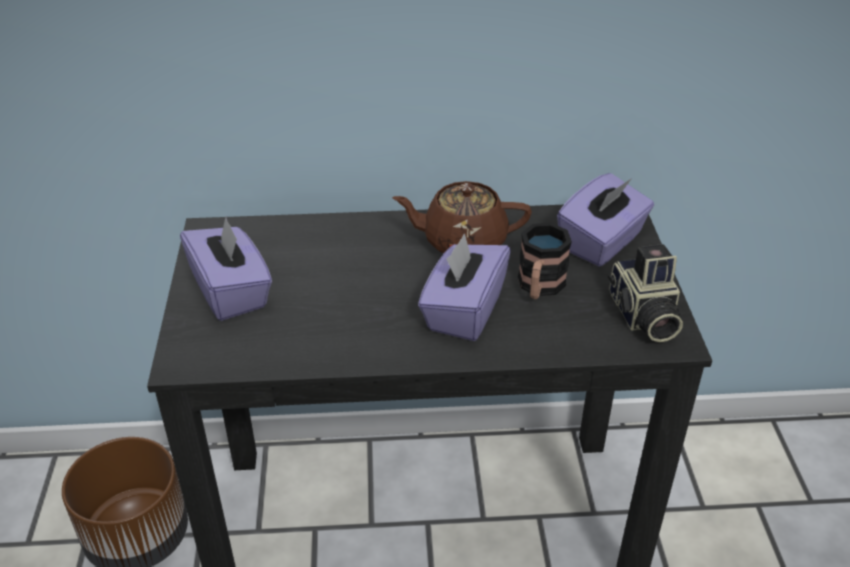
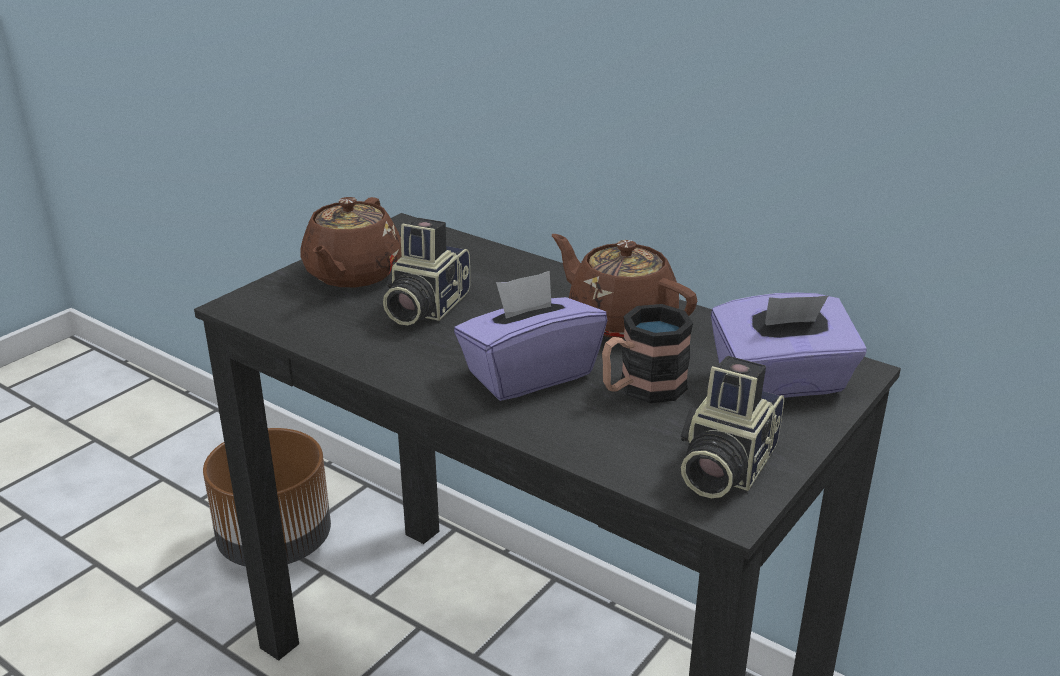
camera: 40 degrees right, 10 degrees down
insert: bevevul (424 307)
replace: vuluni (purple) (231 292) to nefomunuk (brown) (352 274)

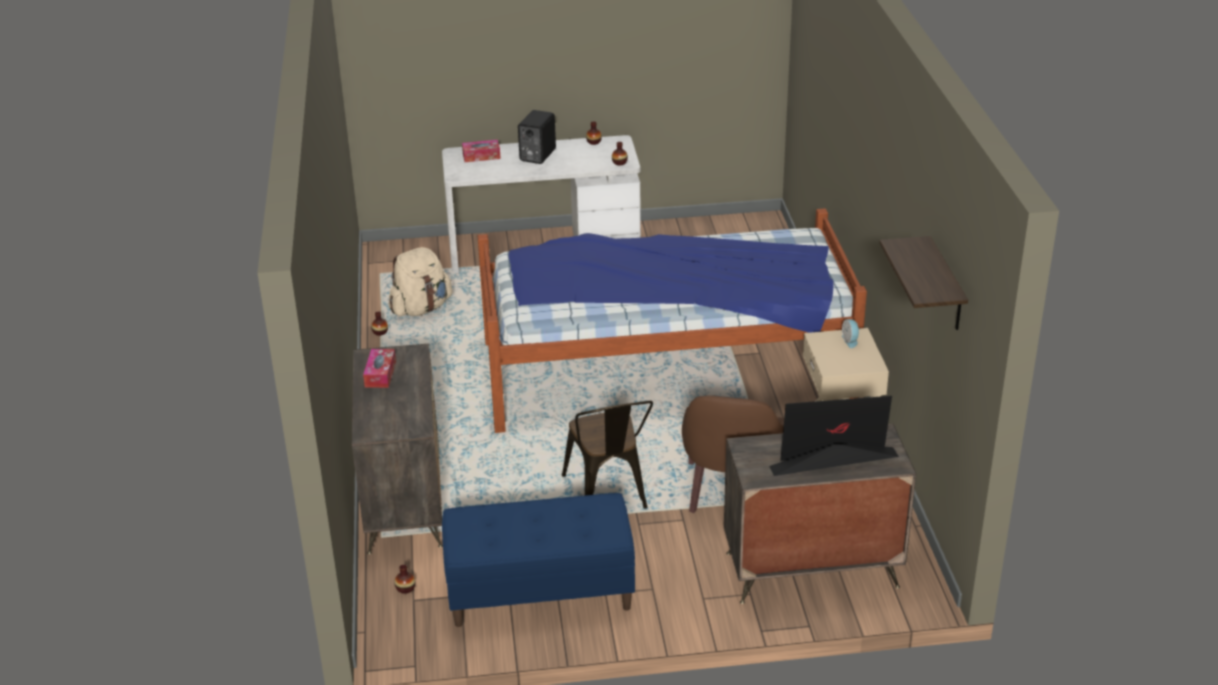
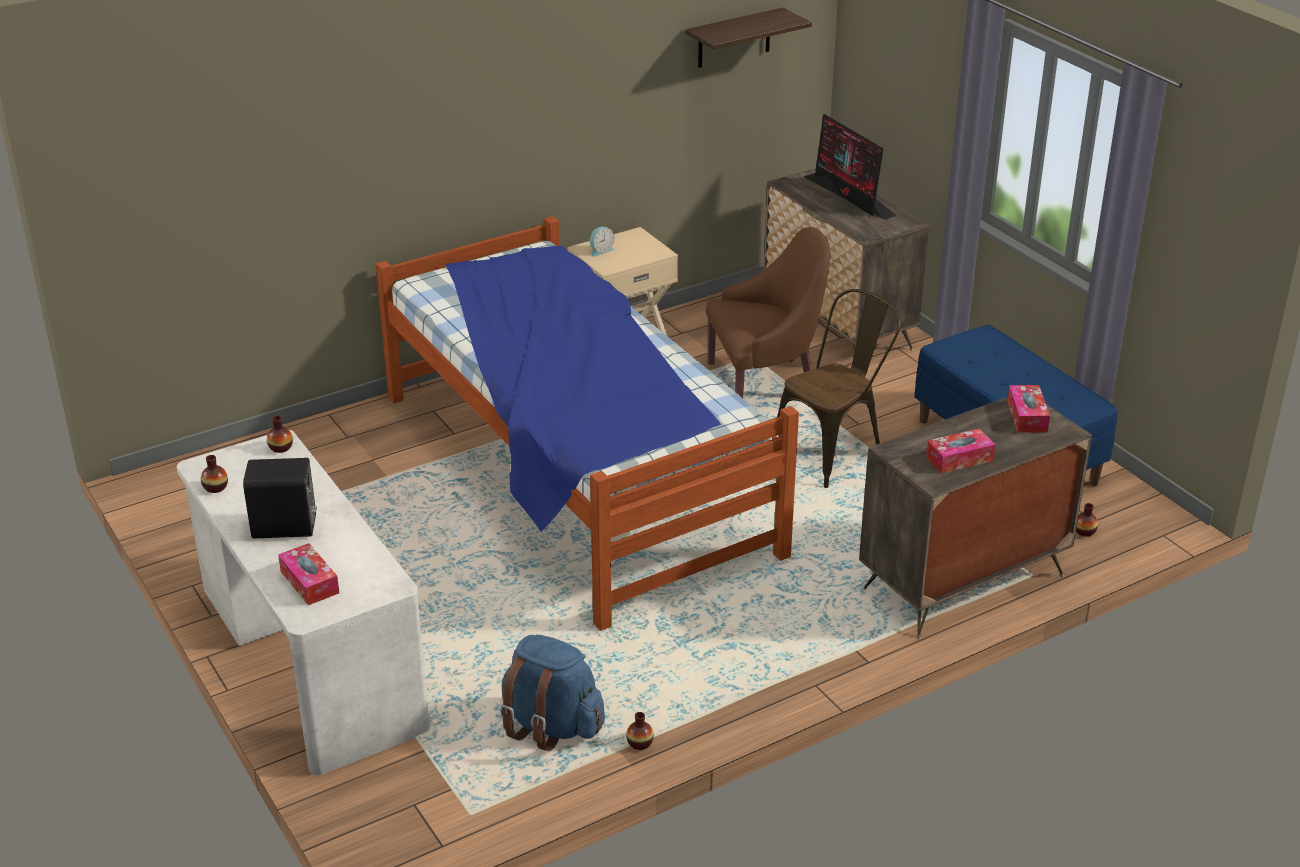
camera: 115 degrees left, 0 degrees up
insert: vuluni (1027 416)
recolor: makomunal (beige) (421 308) to makomunal (blue) (551 725)

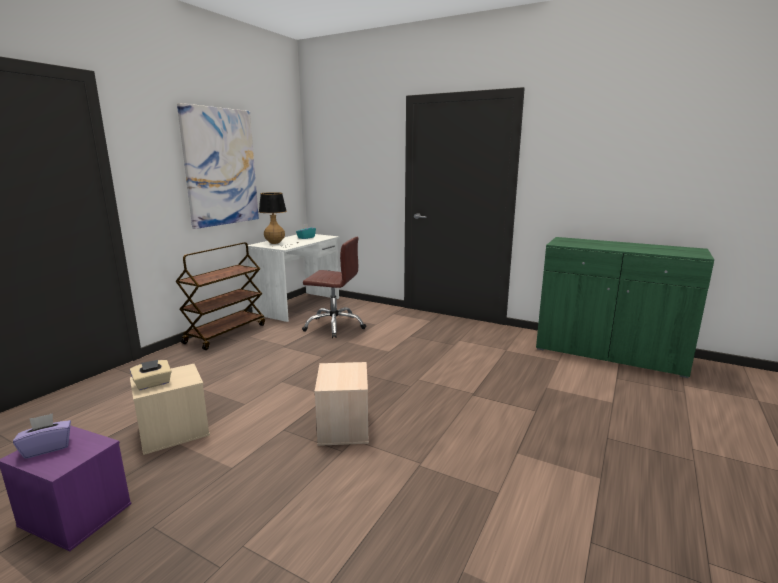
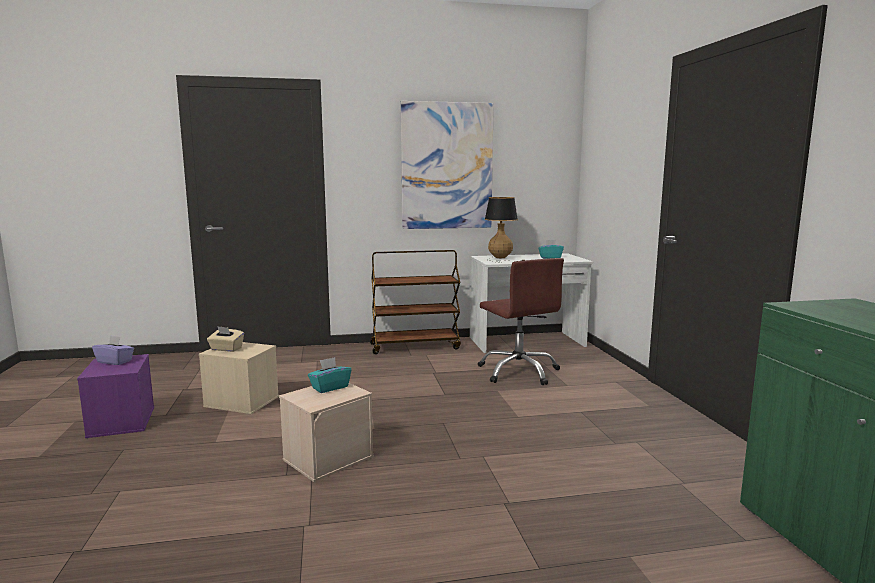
camera: 50 degrees right, 5 degrees down
insert: vuluni (turquoise) (330 387)

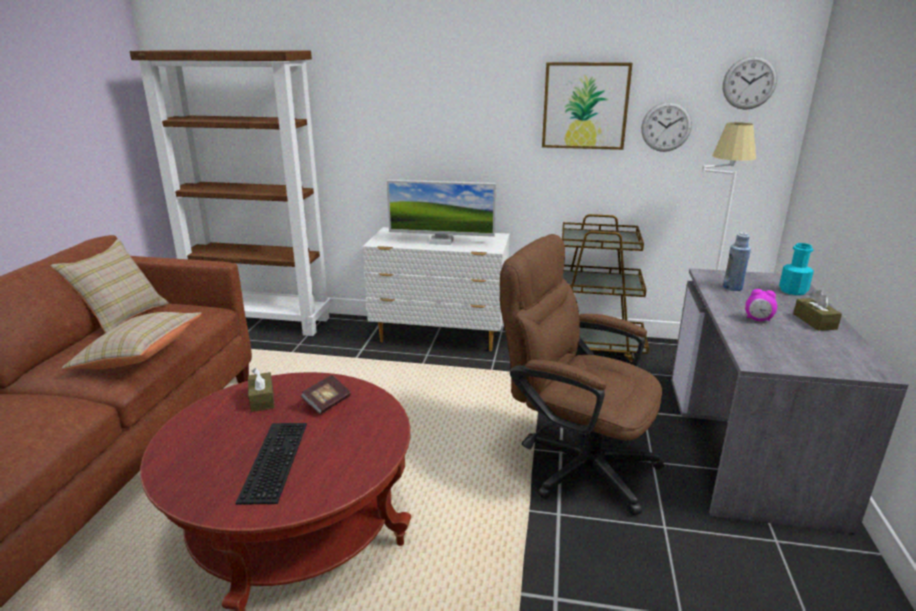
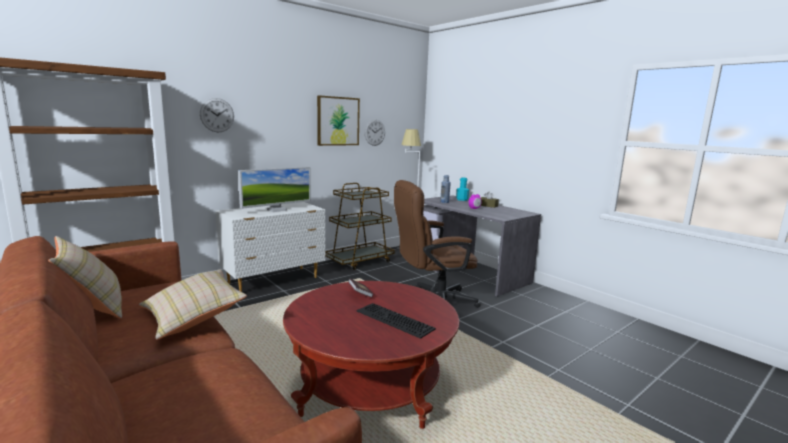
camera: 50 degrees left, 10 degrees down
delete: vuluni (brown) (262 399)
move: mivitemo (749 82) to (217 115)

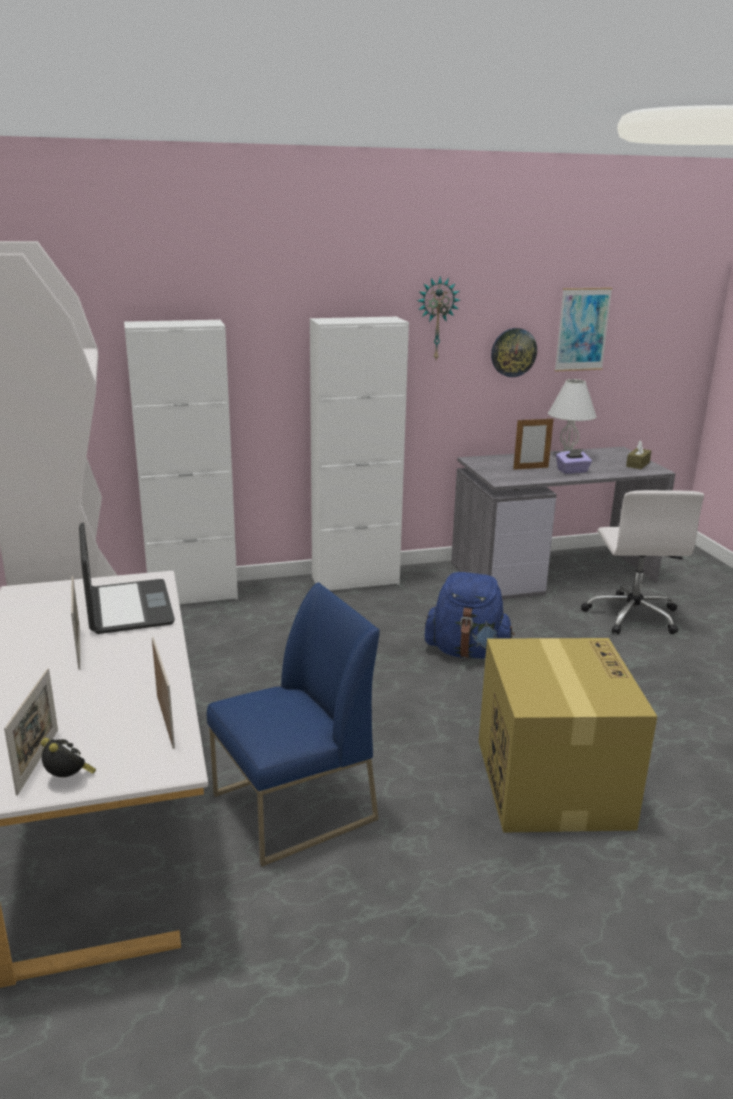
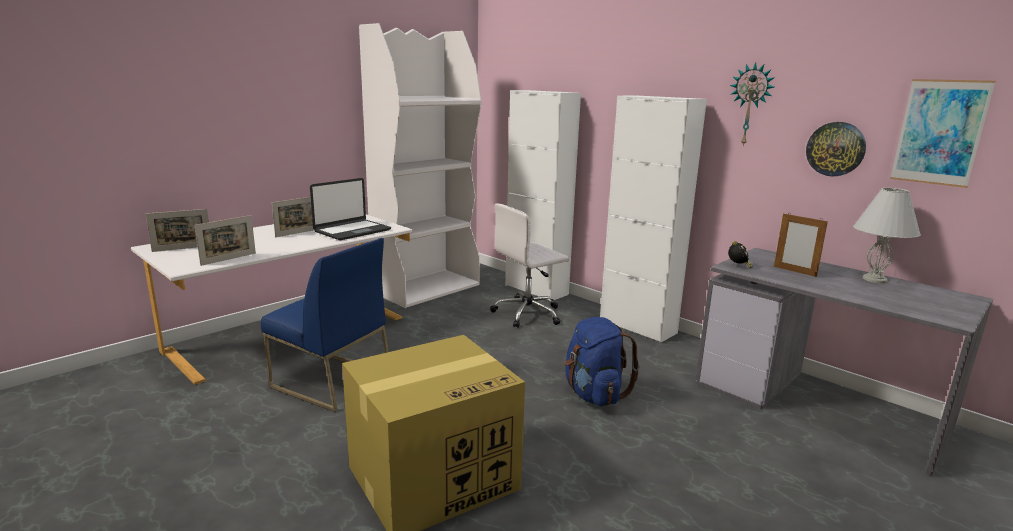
camera: 60 degrees right, 5 degrees down
delete: vuluni (purple) (572 471); vuluni (brown) (637 464)
move: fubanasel (69 779) to (738 266); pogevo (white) (632 615) to (528 313)

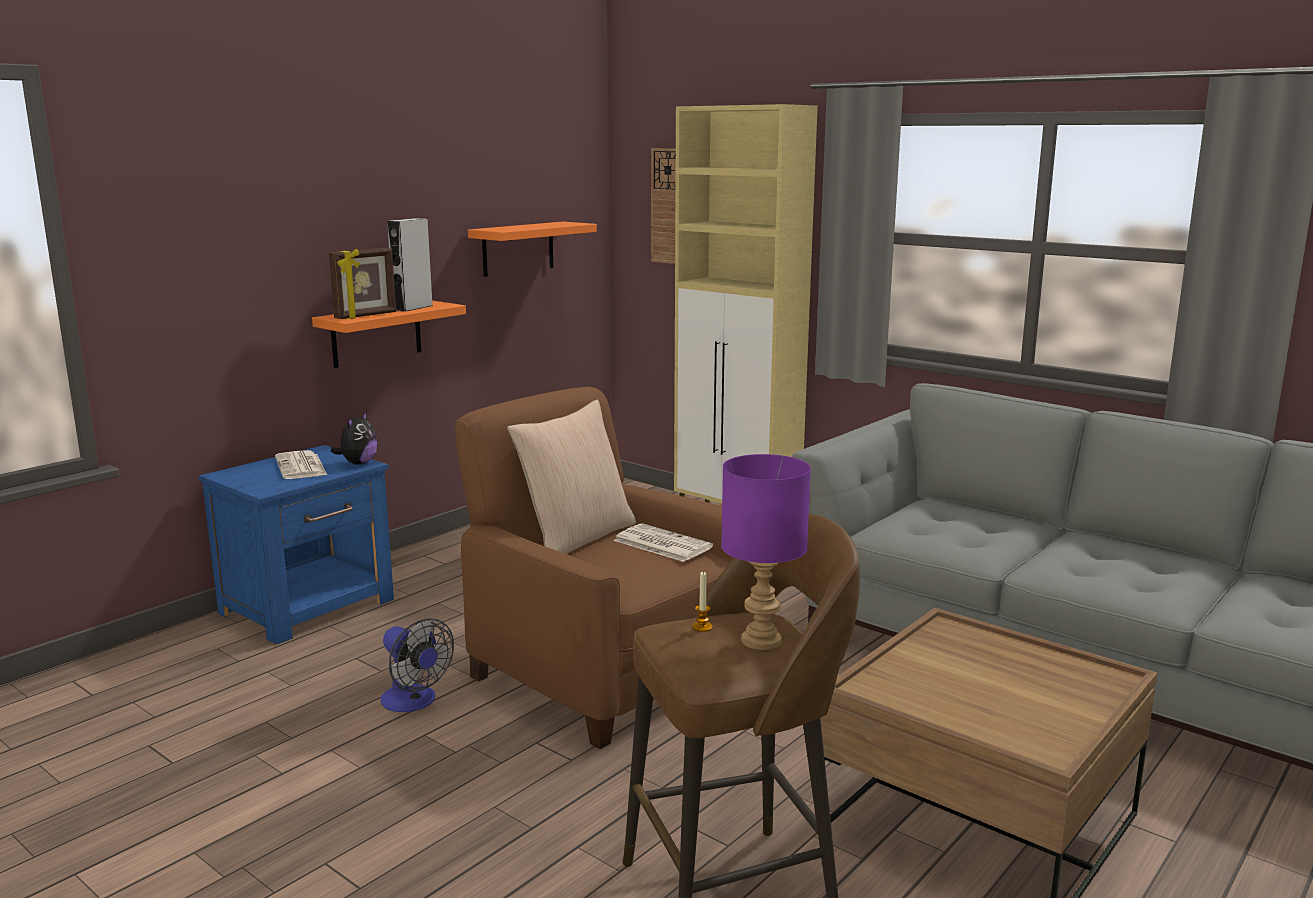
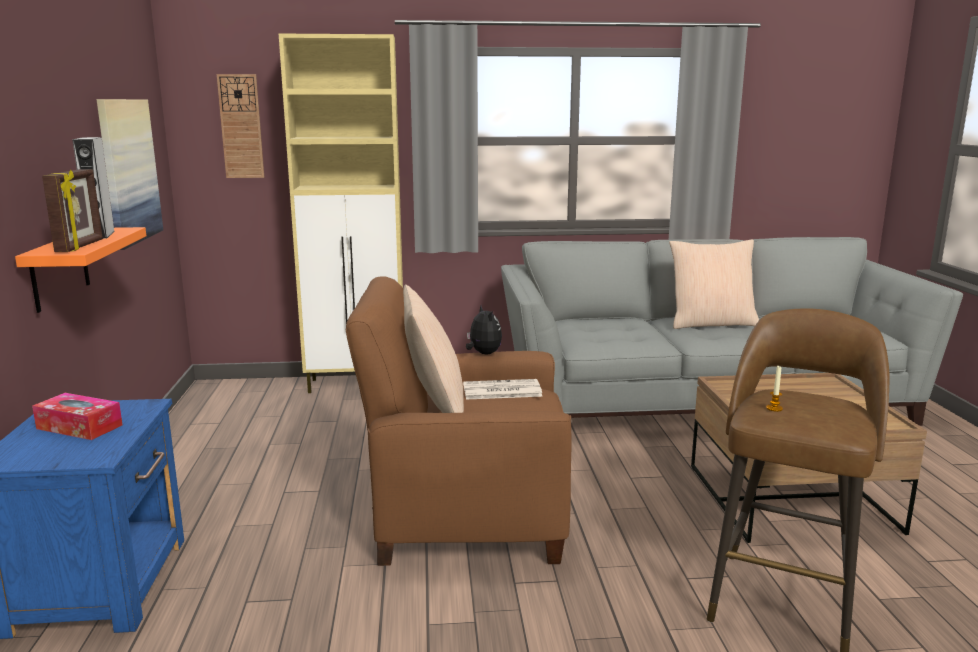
camera: 45 degrees left, 0 degrees up
delete: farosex (414 702); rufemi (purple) (762 640)
insert: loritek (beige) (711 323)
move: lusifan (358 463) to (483 353)
replace: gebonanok (301 467) to vuluni (79 427); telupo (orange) (518 248) to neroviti (128 171)

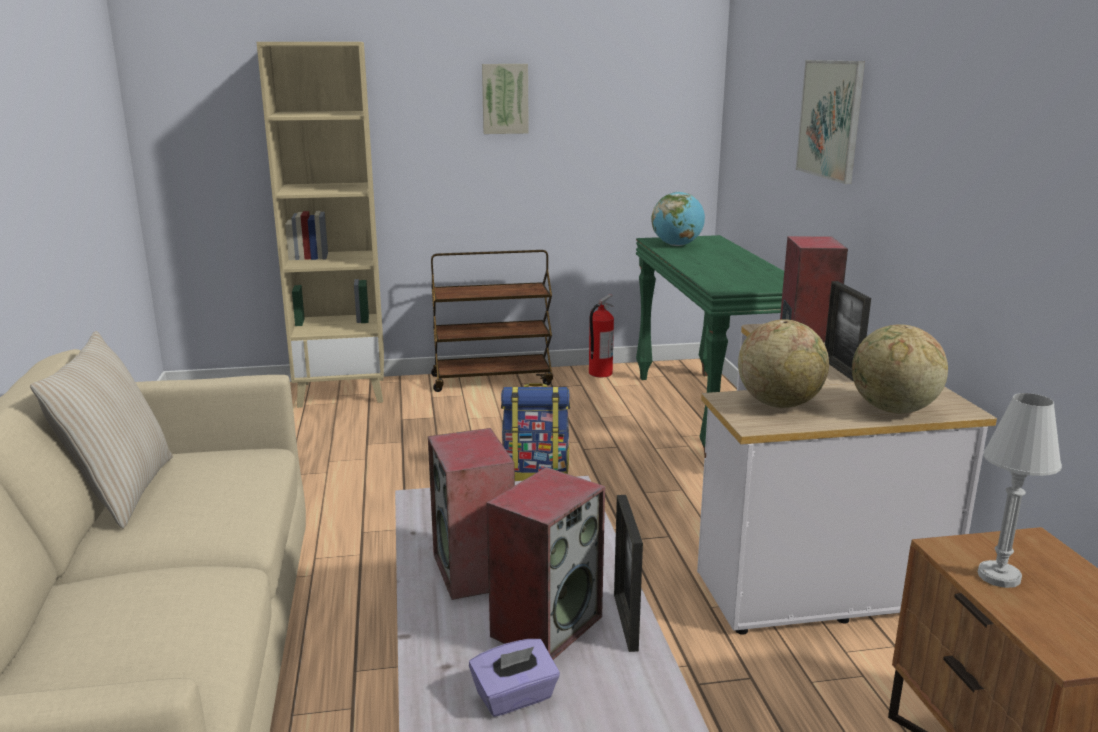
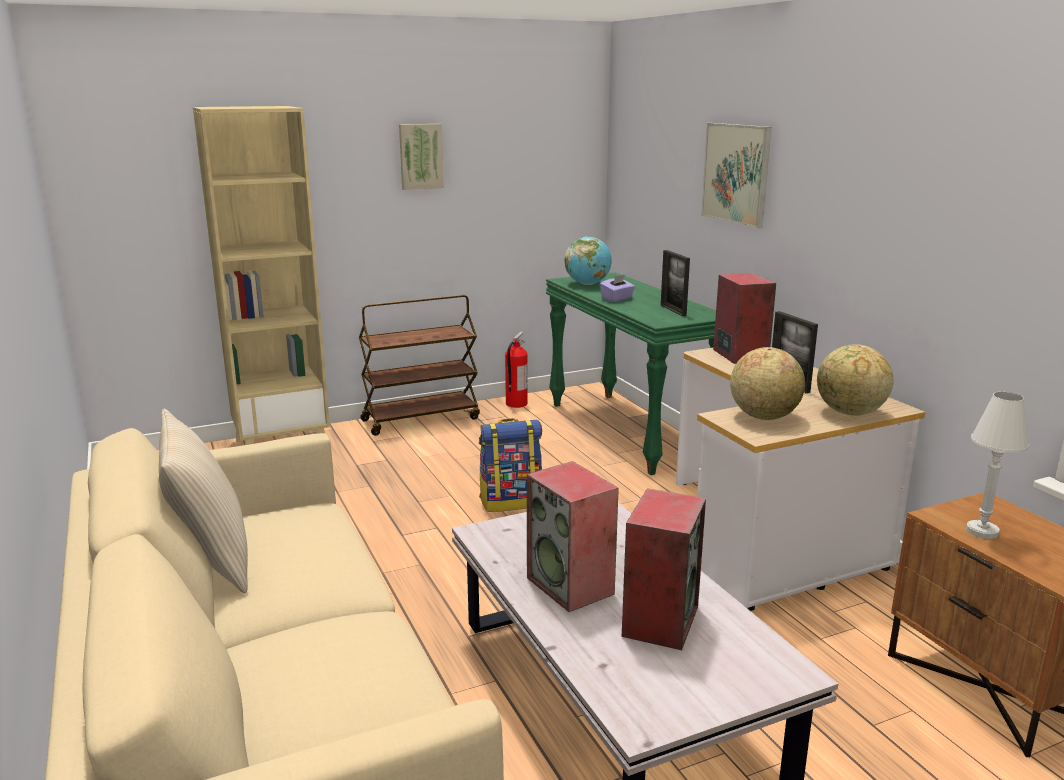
camera: 15 degrees left, 0 degrees up
move: vuluni (purple) (515 697) to (617 299); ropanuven (625 621) to (673 310)

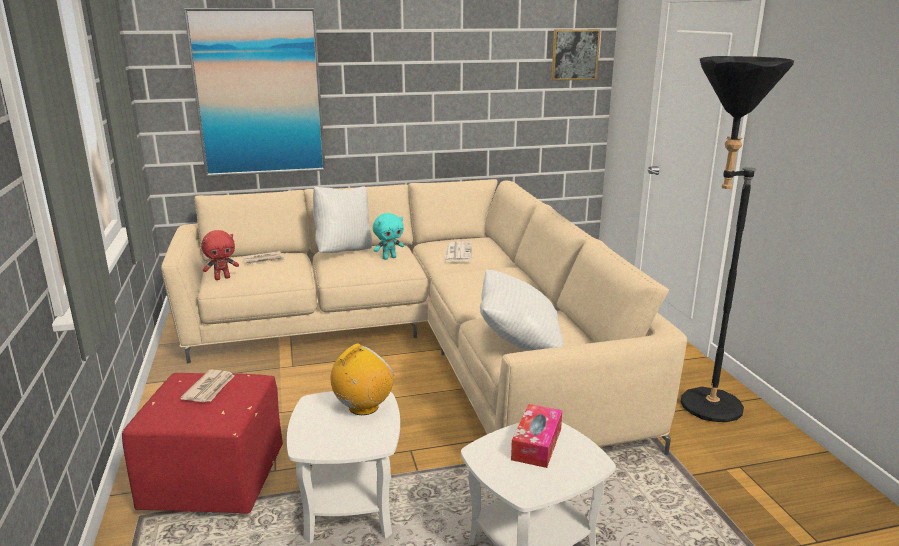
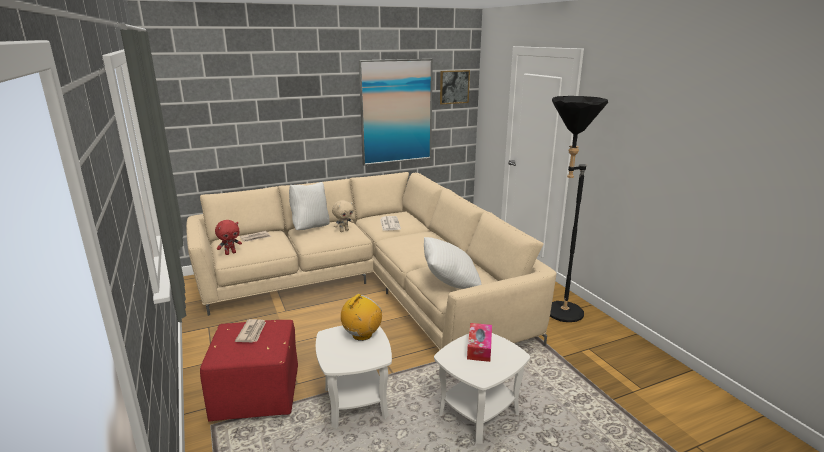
camera: 10 degrees left, 0 degrees up
move: neroviti (259 93) to (396 112)
recolor: lusifan (turquoise) (389 258) to lusifan (beige) (344 230)

